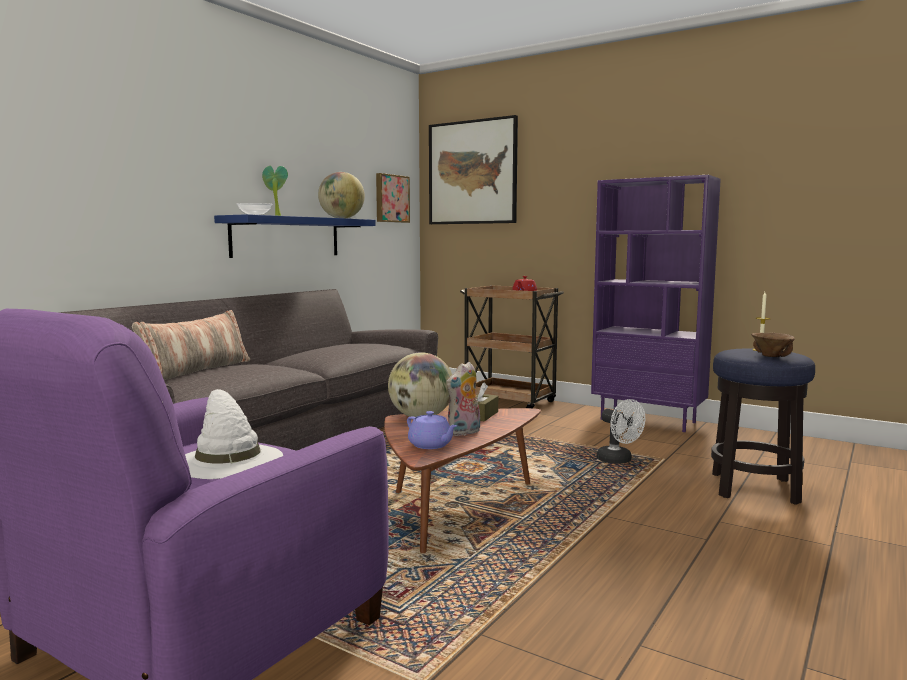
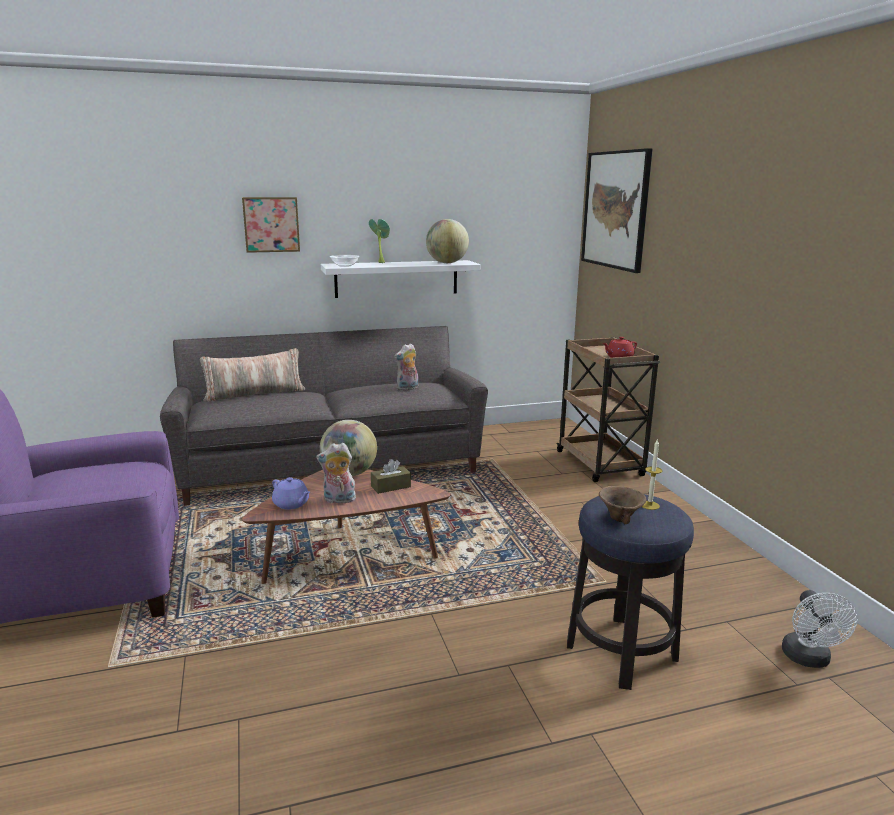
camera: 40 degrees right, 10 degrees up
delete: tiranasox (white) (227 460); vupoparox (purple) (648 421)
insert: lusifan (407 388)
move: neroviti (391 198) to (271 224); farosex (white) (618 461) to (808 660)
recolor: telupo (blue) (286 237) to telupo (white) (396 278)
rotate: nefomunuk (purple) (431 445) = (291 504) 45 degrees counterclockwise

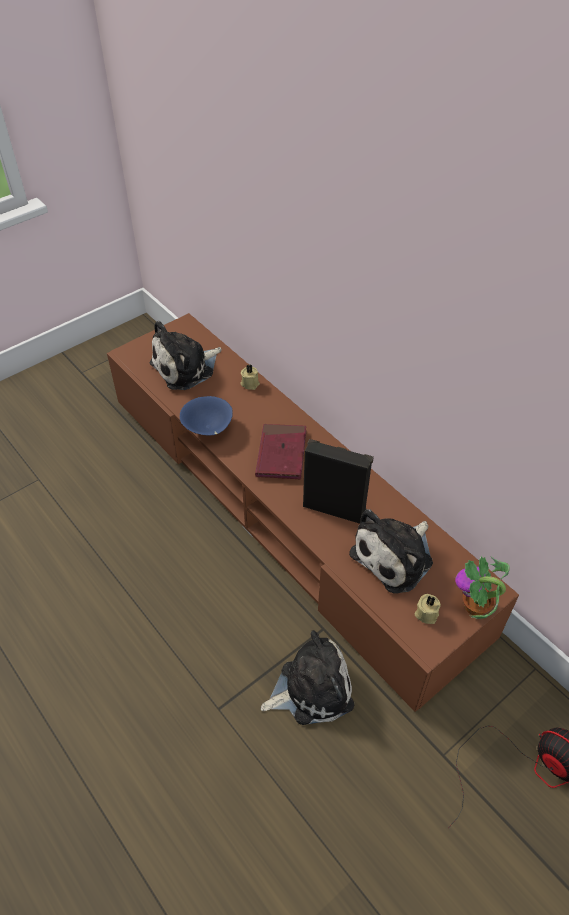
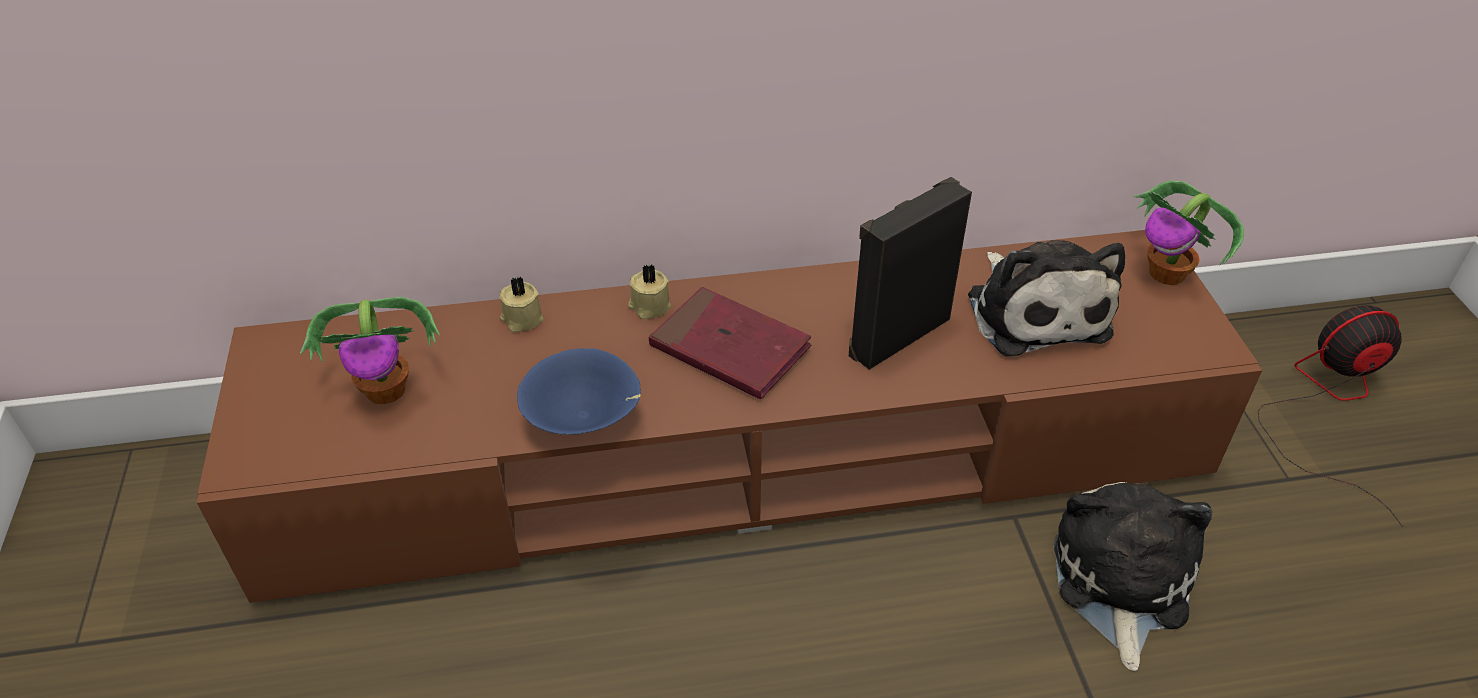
camera: 60 degrees left, 5 degrees down
move: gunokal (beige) (426 613) to (649 306)
replace: lusifan (186 368) to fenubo (387 389)

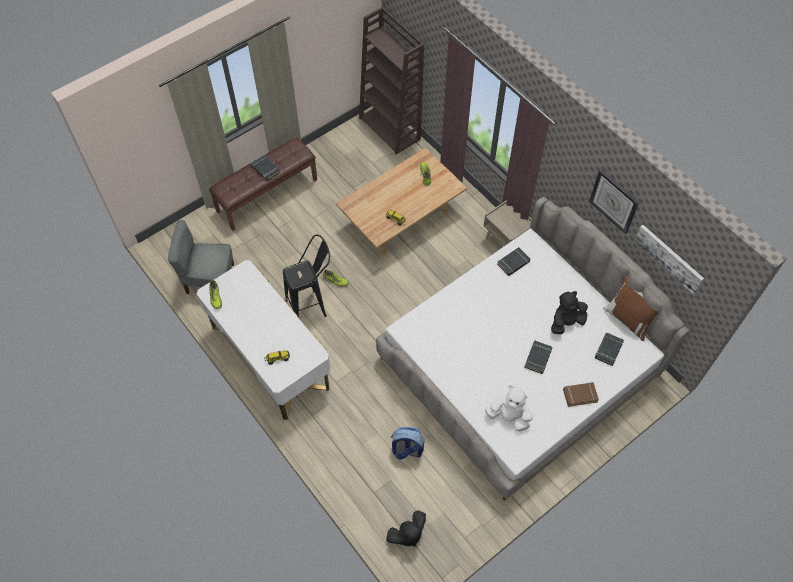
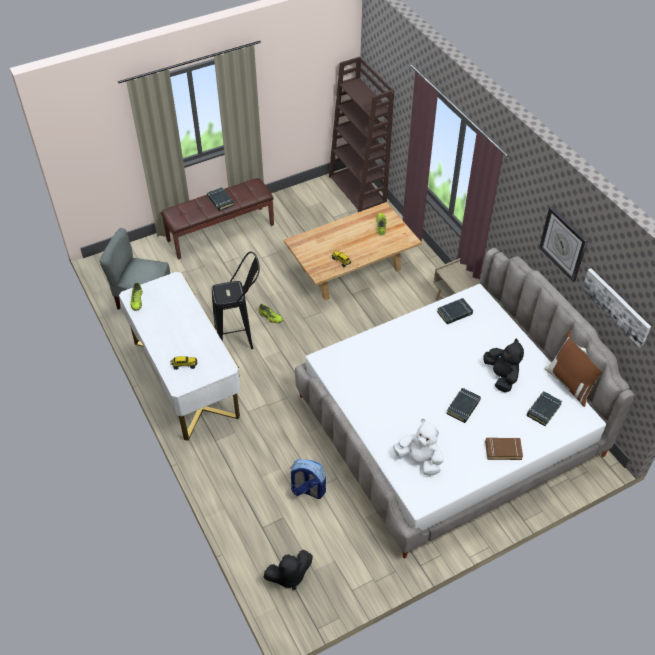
camera: 10 degrees right, 10 degrees down
rotate: lusifan (black) (566 322) = (501 376) 90 degrees clockwise

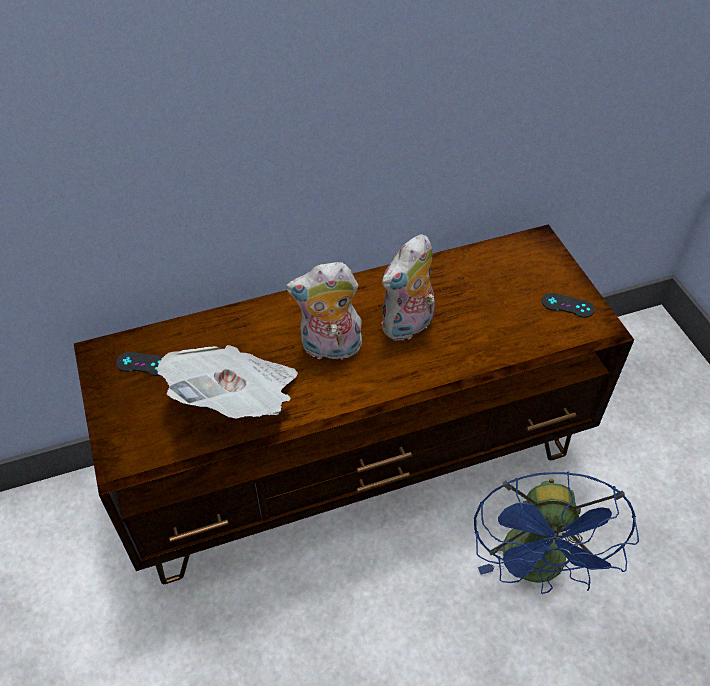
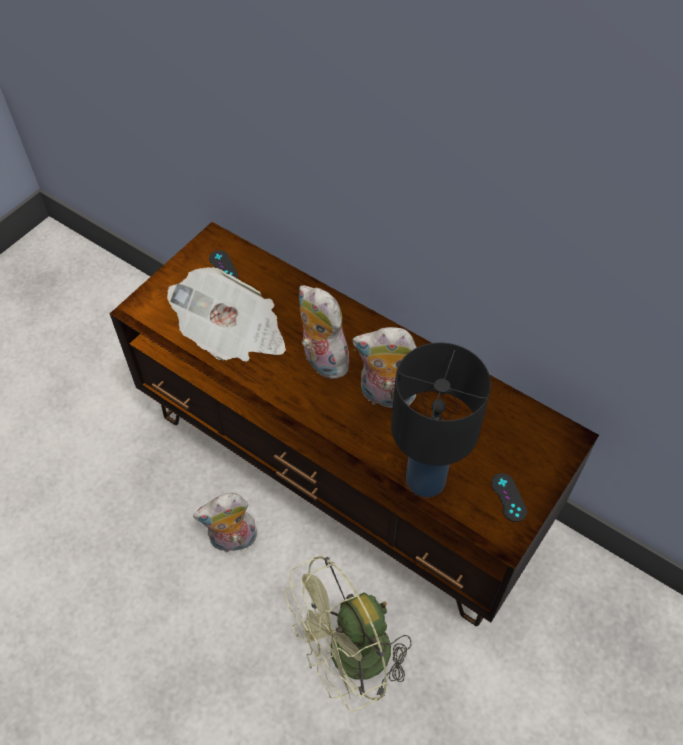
camera: 55 degrees right, 5 degrees up
insert: lusifan (233 541); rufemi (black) (424 480)
recolor: farosex (blue) (537 568) to farosex (green) (348 659)

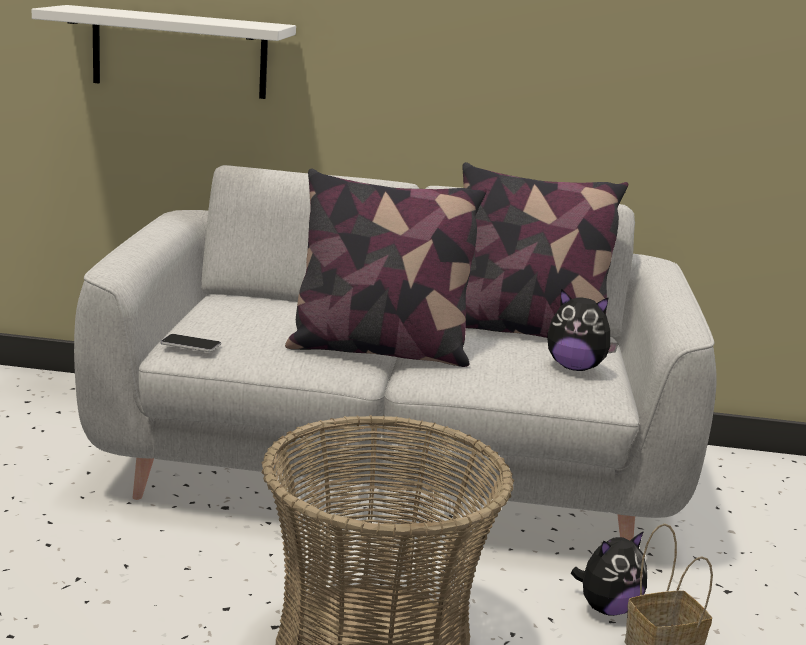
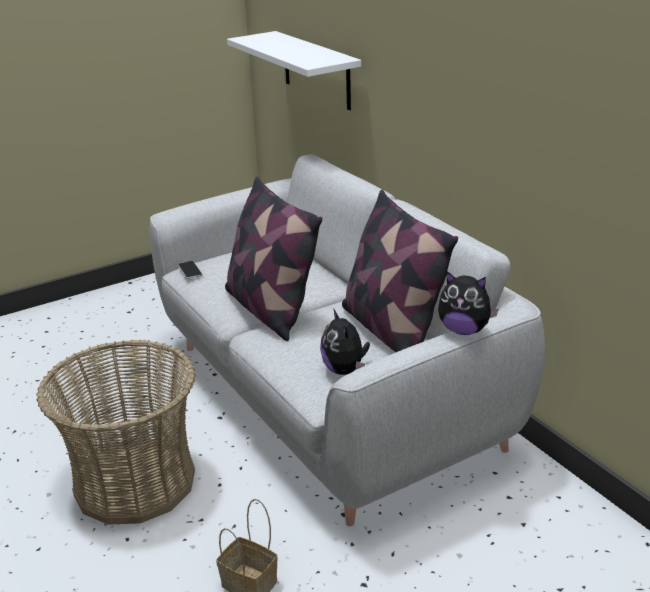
camera: 55 degrees right, 10 degrees up
move: lusifan (607 608) to (464 330)

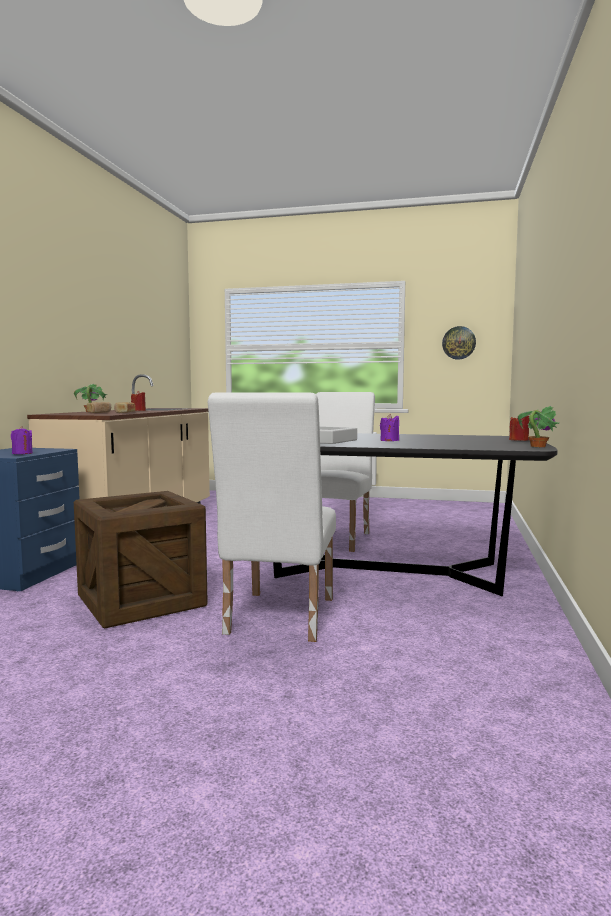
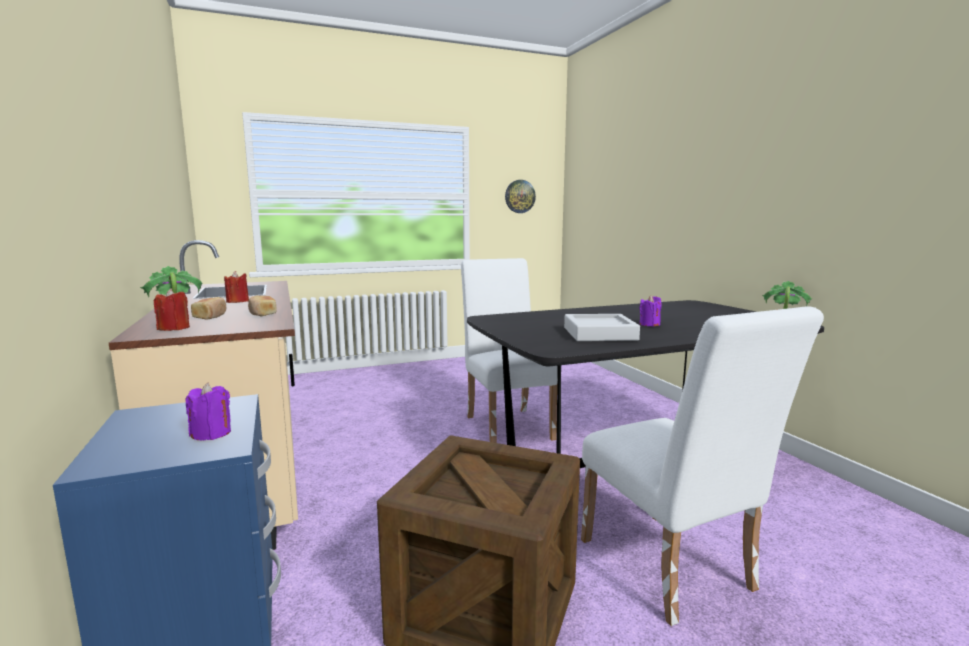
camera: 35 degrees left, 5 degrees up
move: gunokal (red) (519 440) to (174 328)

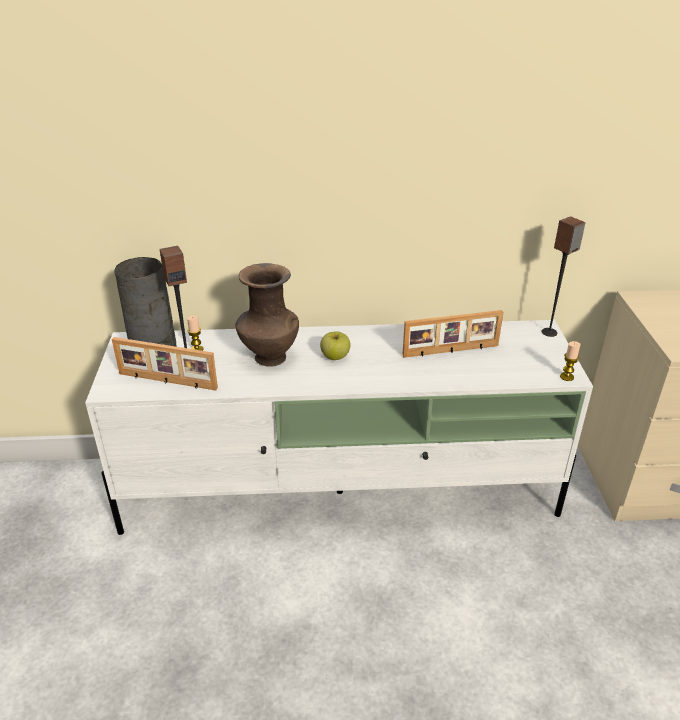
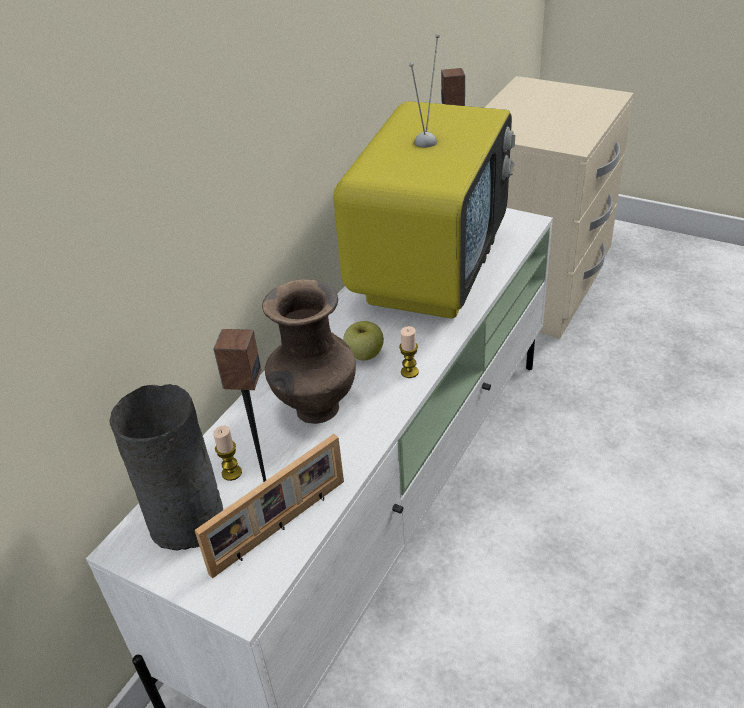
camera: 55 degrees left, 5 degrees up
move: gunokal (566 377) to (409 372)
replace: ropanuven (451 351) to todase (429 271)

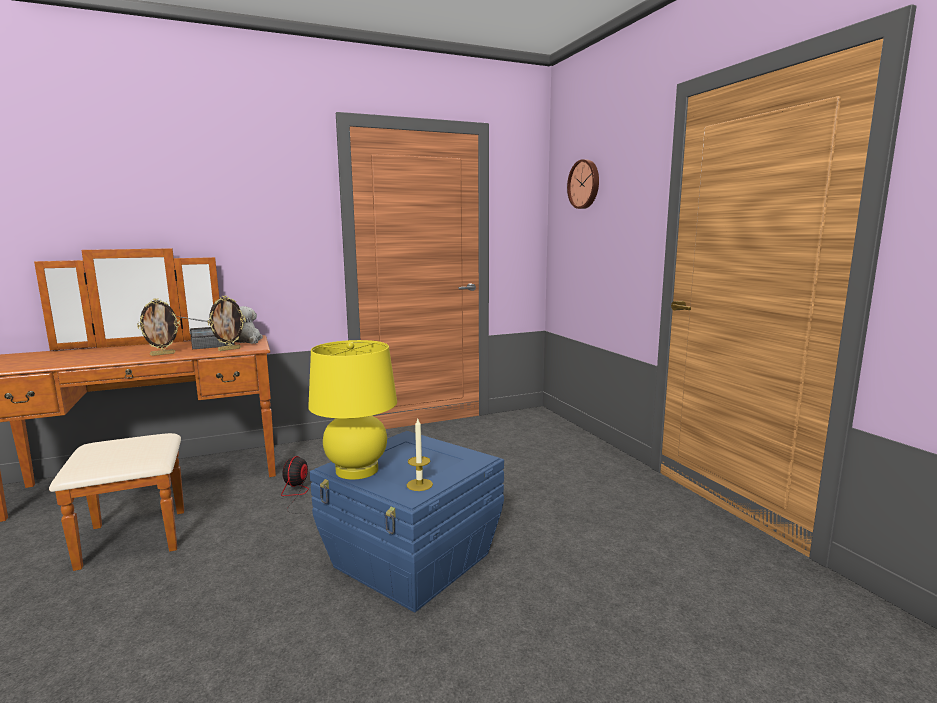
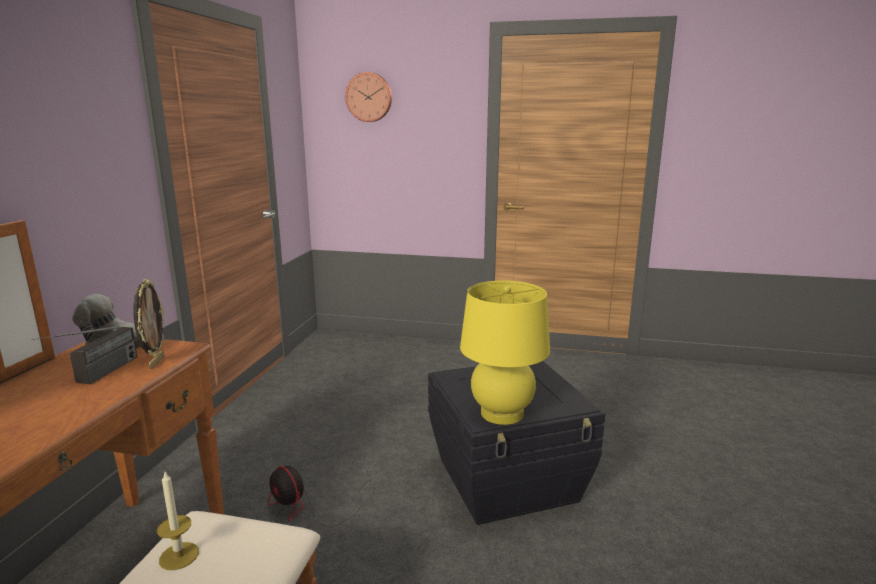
camera: 55 degrees left, 5 degrees up
delete: ropanuven (163 354)
move: gunokal (419 485) to (179 556)
recolor: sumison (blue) (412 561) to sumison (black) (508 480)

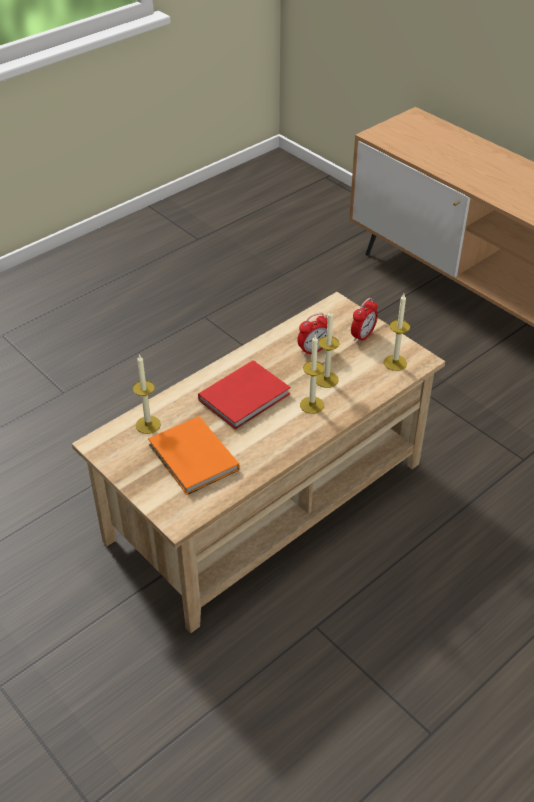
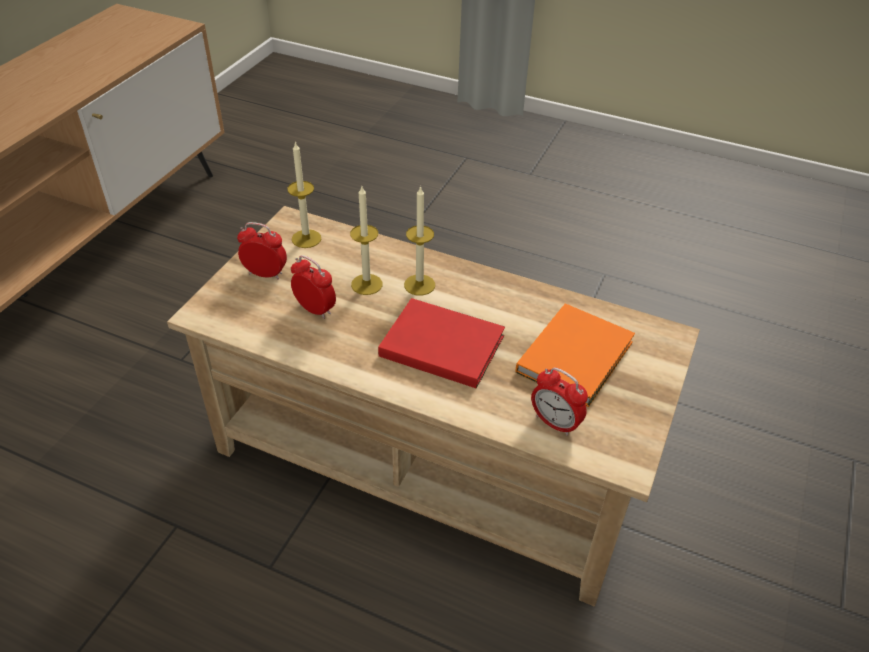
camera: 115 degrees left, 0 degrees up
replace: gunokal (148 424) to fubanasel (555 423)

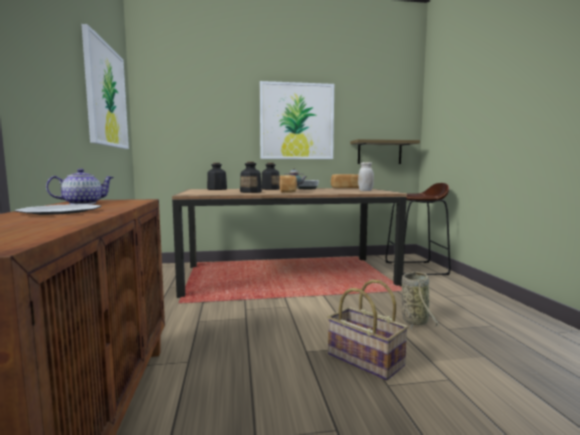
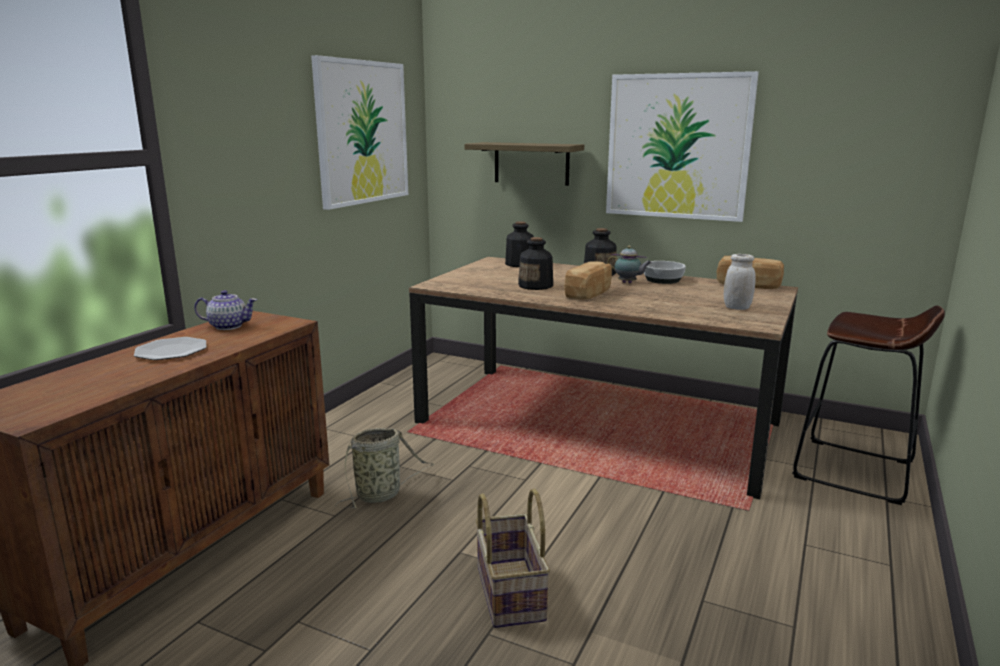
camera: 35 degrees right, 10 degrees up
move: telupo (379 152) to (531 163); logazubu (414 320) to (381 494)

